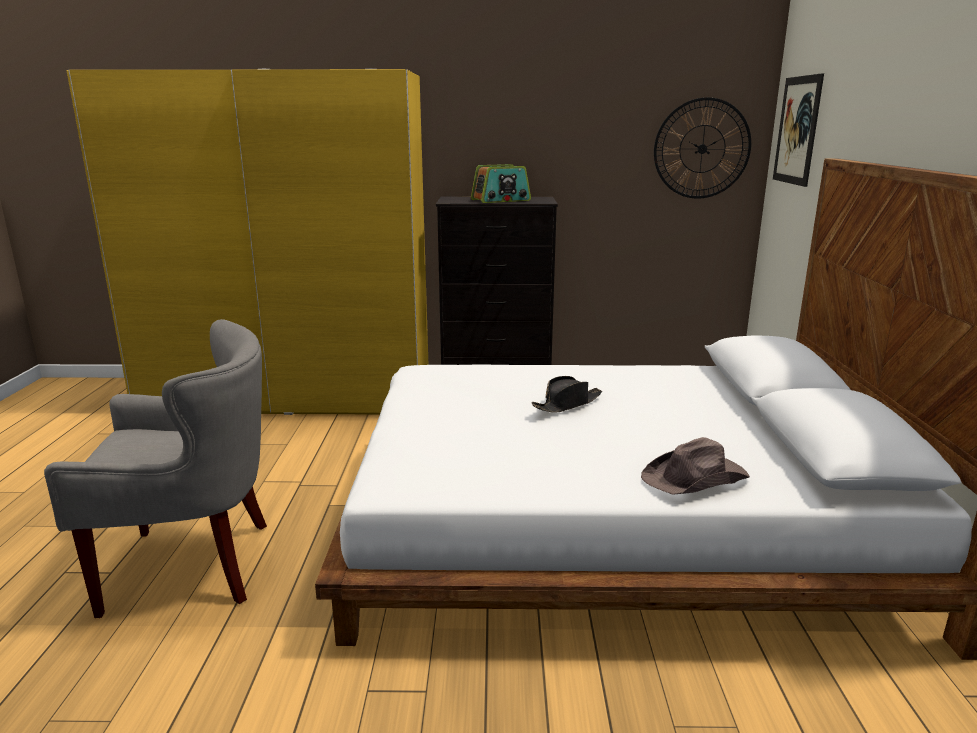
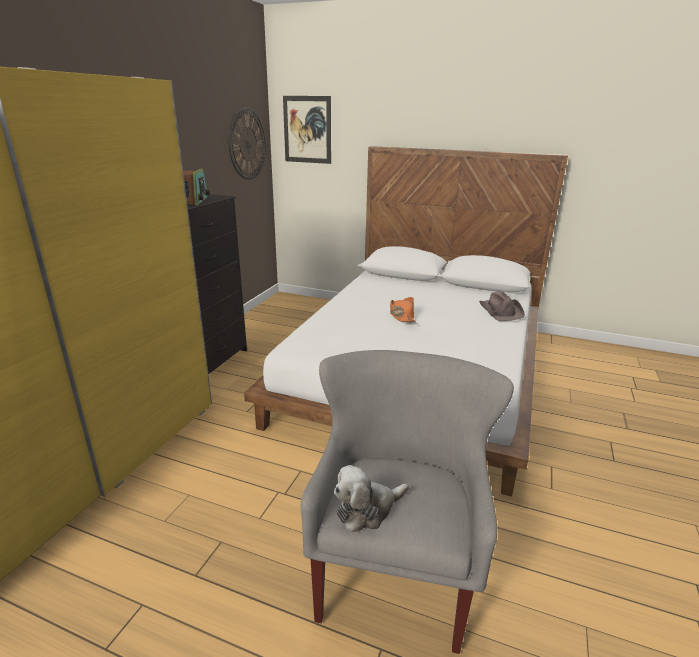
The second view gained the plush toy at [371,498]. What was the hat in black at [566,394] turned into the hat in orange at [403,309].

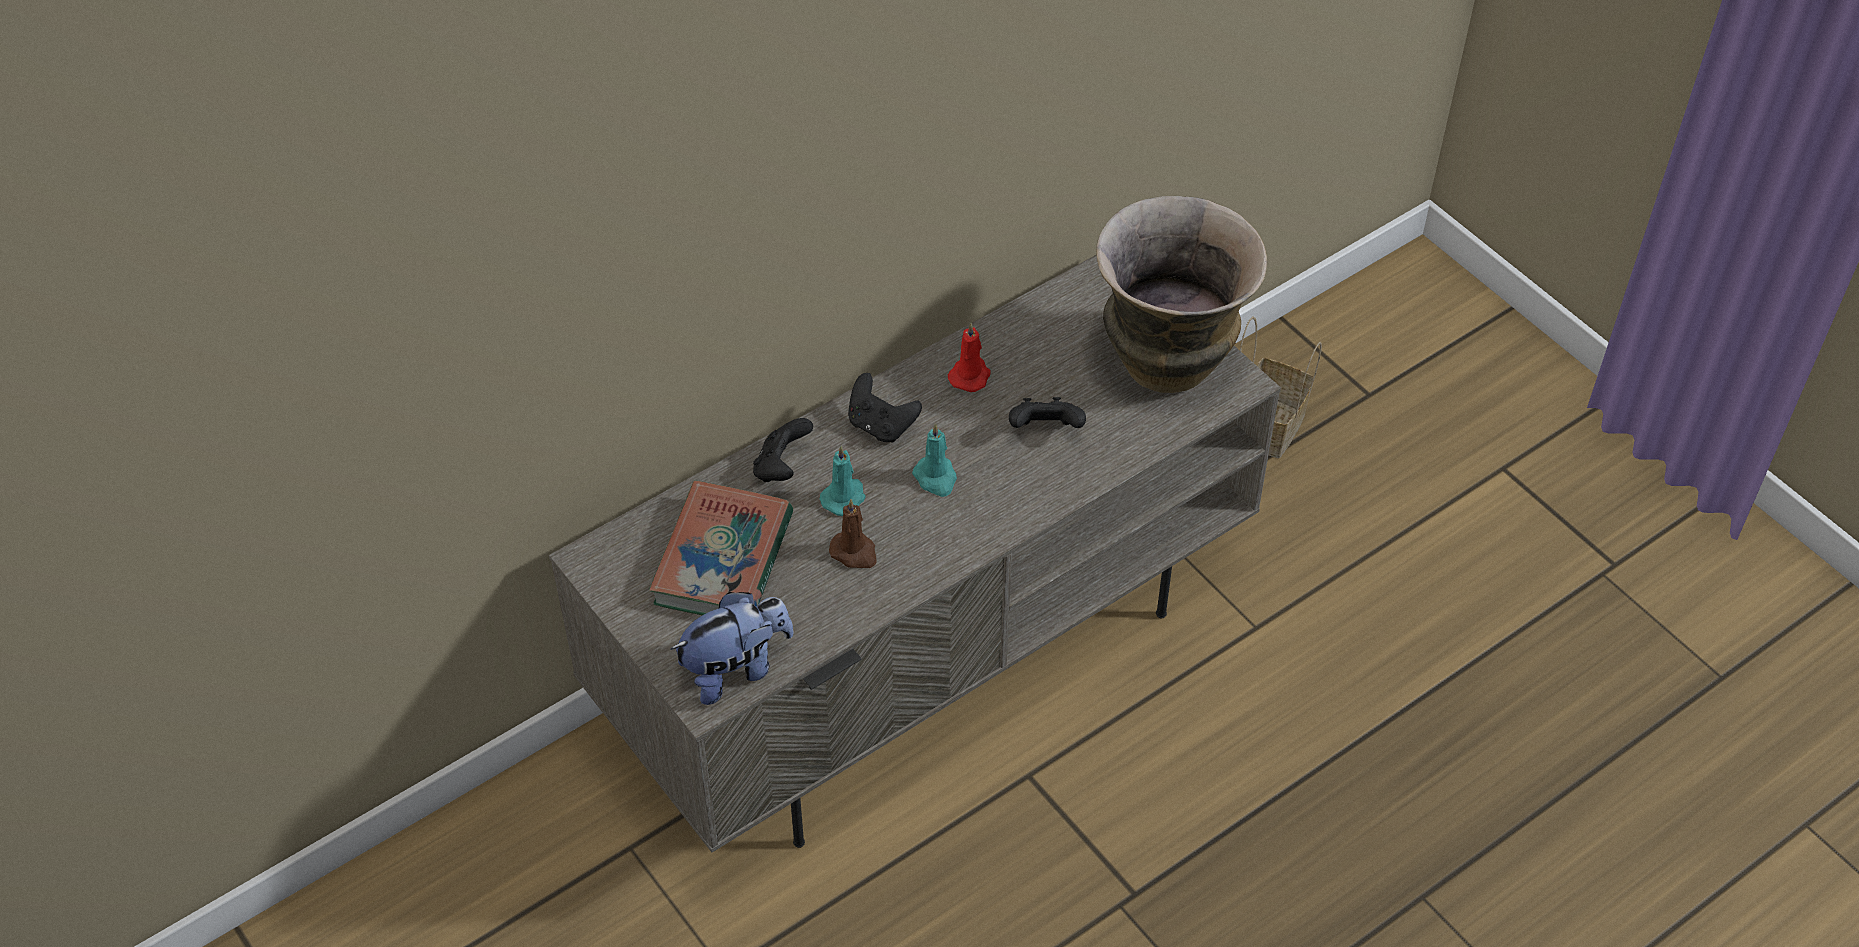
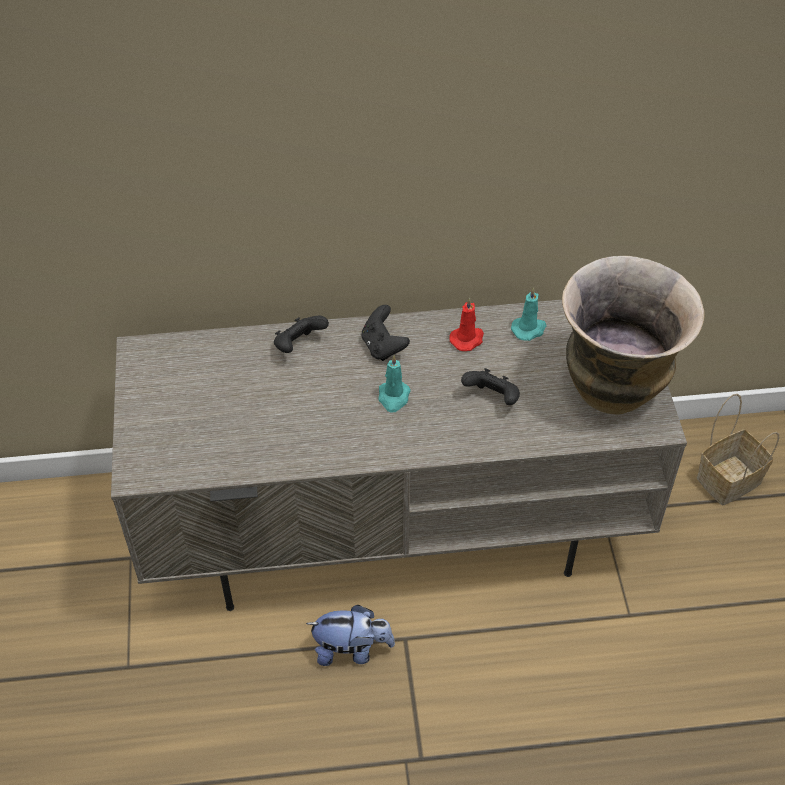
The second view lost the book at [721,548]. The second view lost the candle in brown at [853,533]. The plush toy ended up elsewhere, having gone from [732,648] to [350,635]. The candle in turquoise ended up elsewhere, having gone from [843,481] to [529,314].

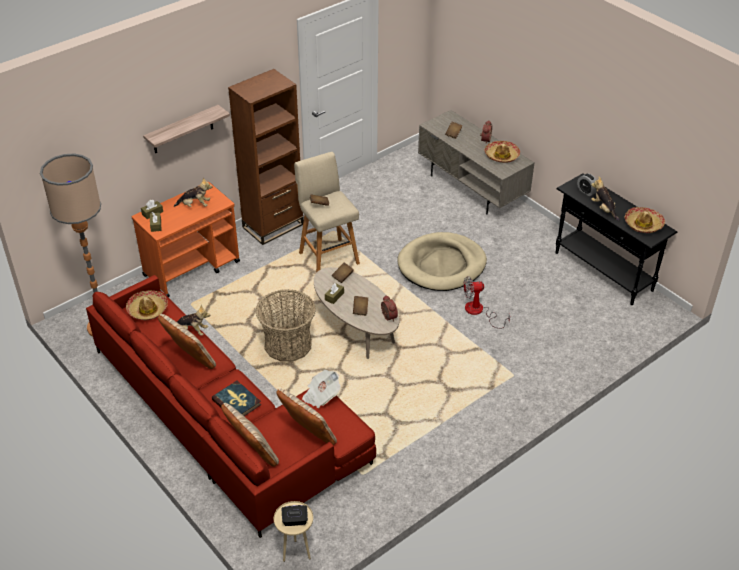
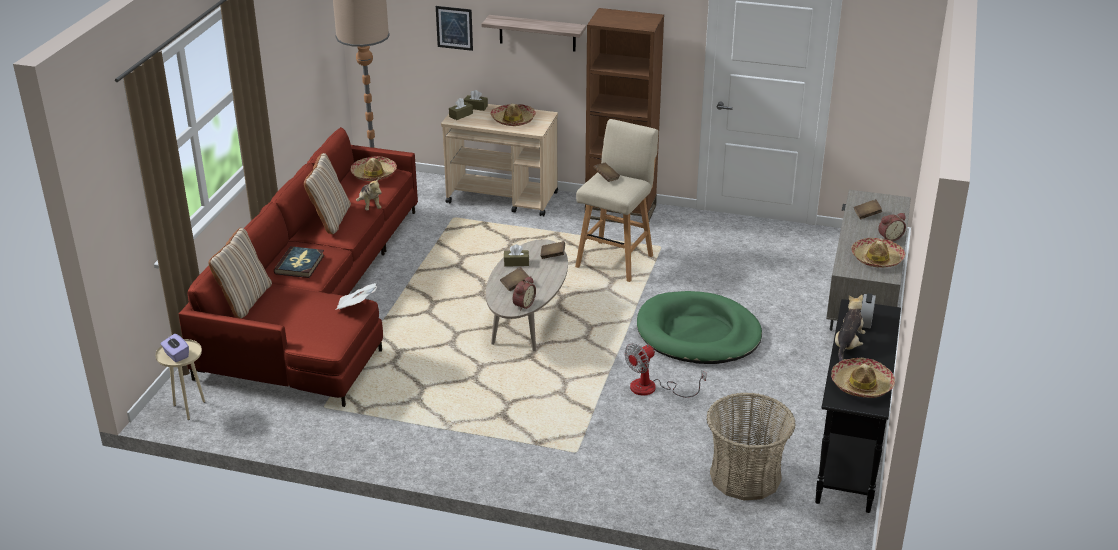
The second view lost the pillow in beige at [306,416]. The second view gained the picture at [454,28]. The basket ended up elsewhere, having gone from [286,325] to [751,446]. Where the plush toy stood at [193,192], the hat came to stand at [513,115]. What was the cart in orange at [186,239] turned into the cart in beige at [499,160]. What was the tissue box in black at [294,515] turned into the tissue box in purple at [174,348]. What was the dog bed in beige at [442,261] turned into the dog bed in green at [699,327]. The fan at [487,302] ended up facing another way, 90 degrees counterclockwise from before.

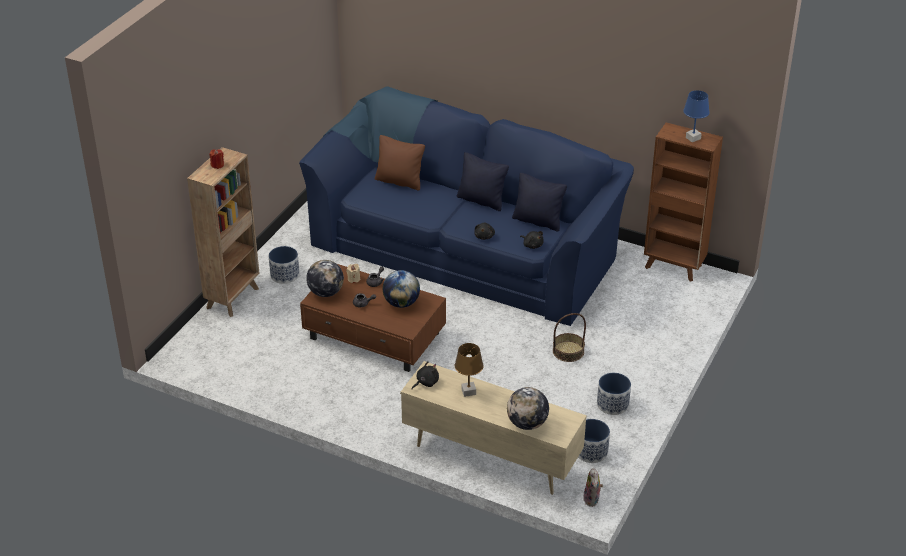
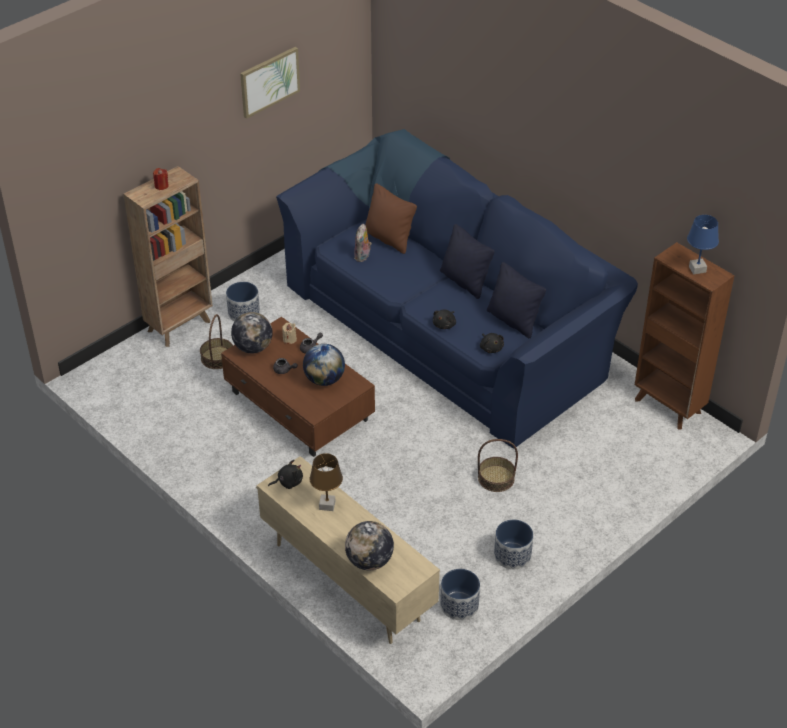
The second view gained the basket at [216,341]. The second view gained the picture at [270,83]. The plush toy ended up elsewhere, having gone from [593,487] to [363,243].

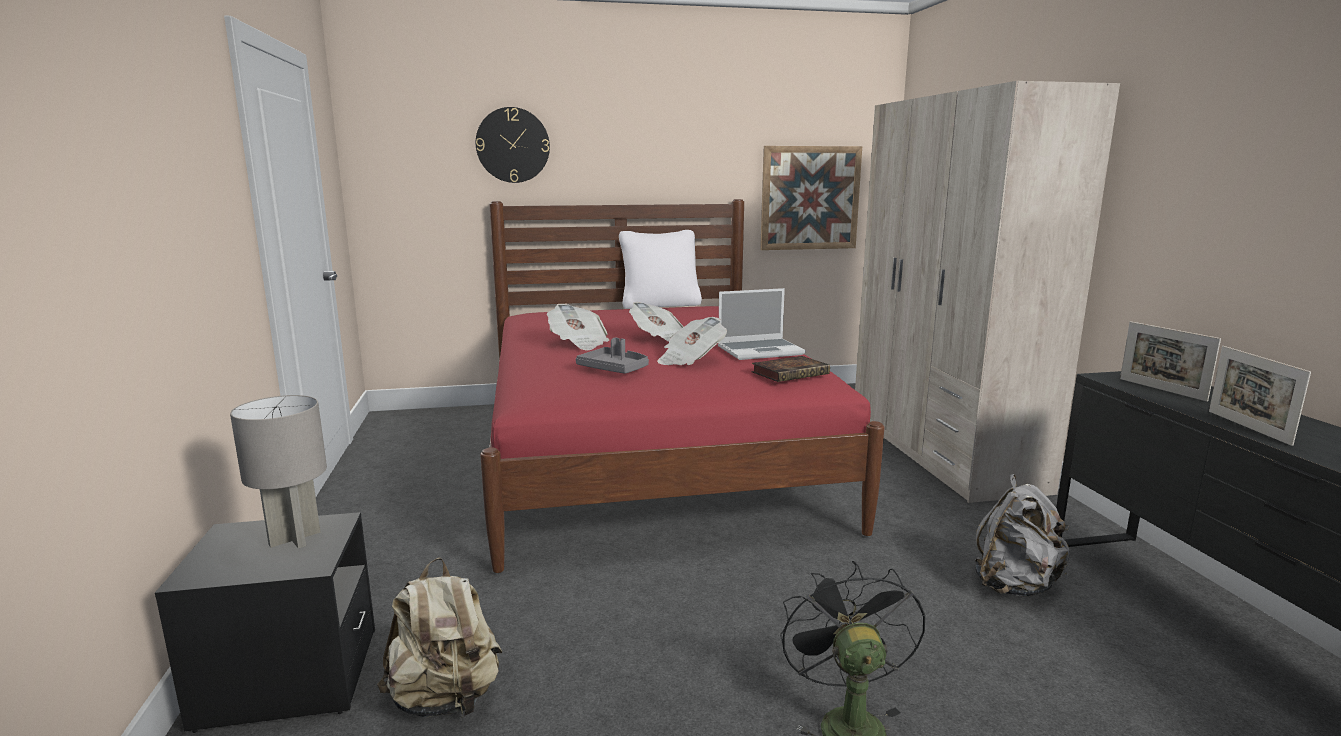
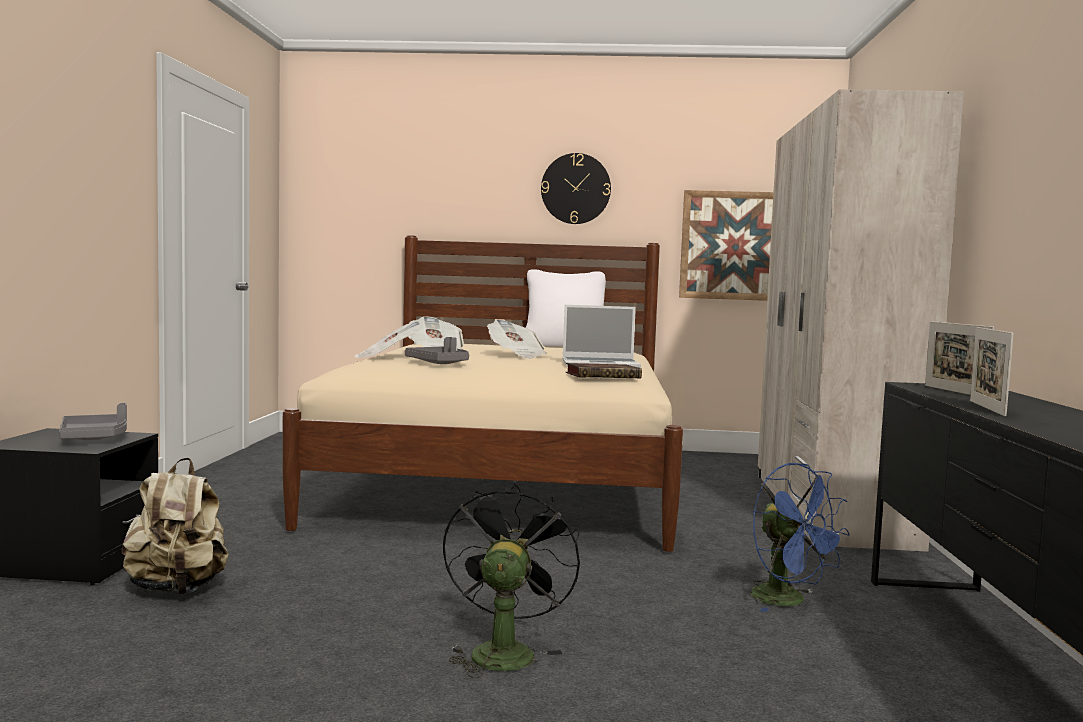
The wall clock ended up elsewhere, having gone from [513,145] to [576,188]. The newspaper ended up elsewhere, having gone from [692,341] to [388,339]. Where the table lamp in grey stood at [278,471], the tray in grey came to stand at [93,421]. Where the backpack in grey stood at [1022,535], the fan in blue came to stand at [800,537]. What was the bed in red at [682,386] turned into the bed in beige at [482,393].

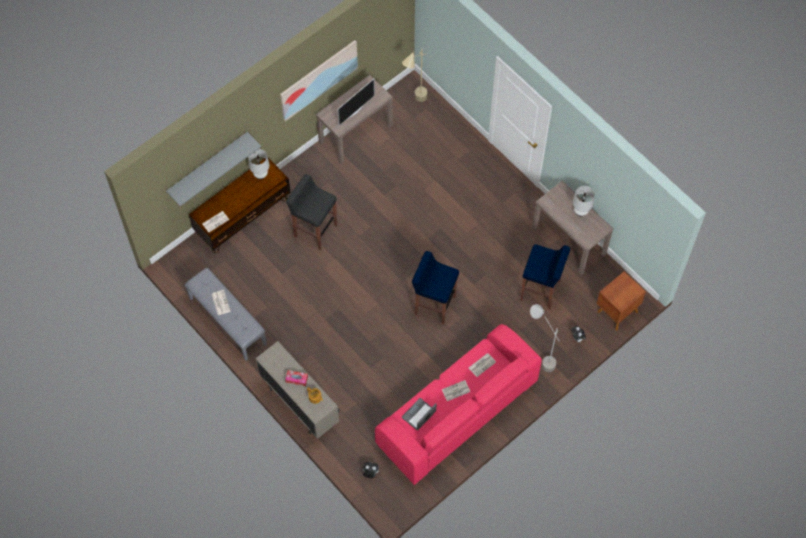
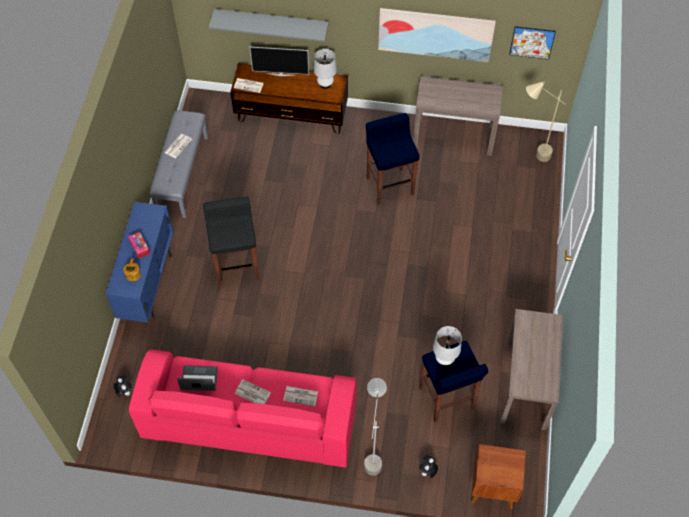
The second view gained the picture at [532,42]. The stool in black ended up elsewhere, having gone from [311,212] to [231,241]. The television ended up elsewhere, having gone from [356,102] to [279,61]. The stool in blue ended up elsewhere, having gone from [435,288] to [392,159]. The table lamp in white ended up elsewhere, having gone from [583,201] to [447,346]. What was the cabinet in beige at [297,390] turned into the cabinet in blue at [139,262].

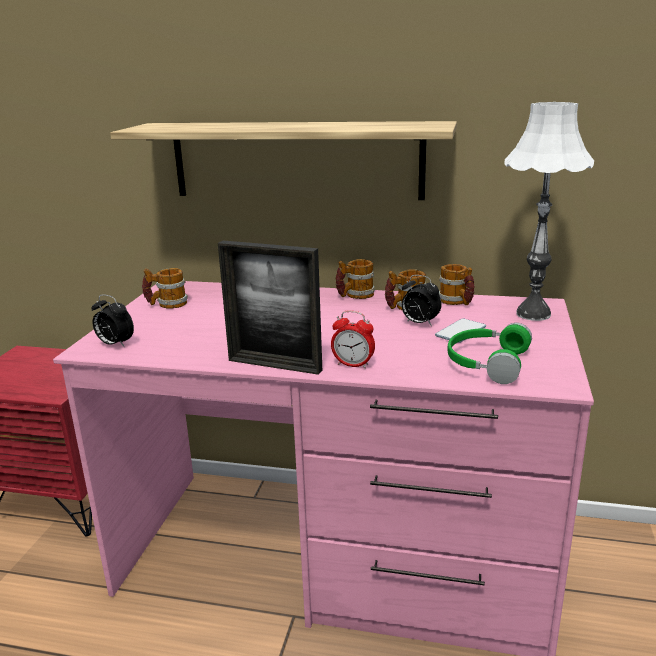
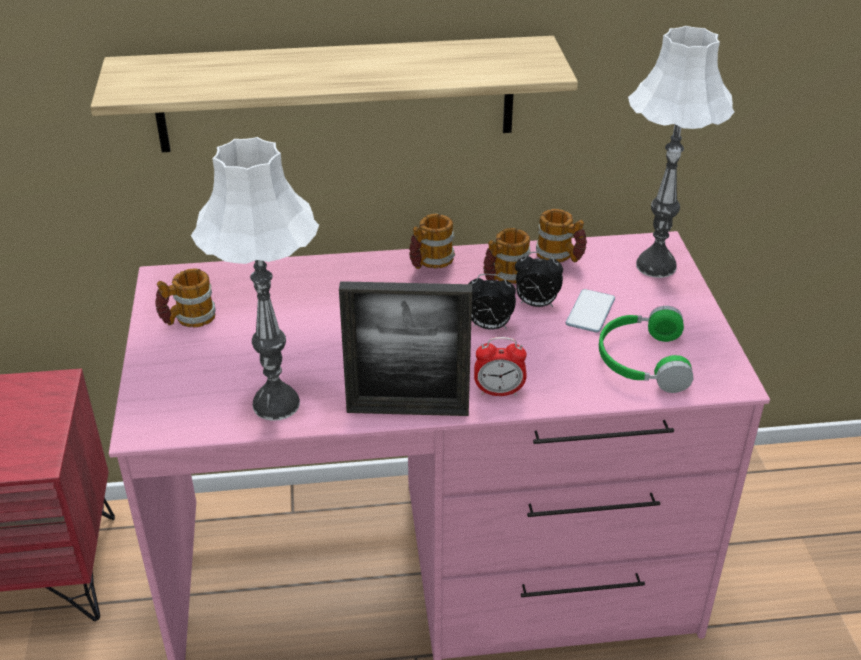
The second view gained the table lamp in white at [255,279]. The alarm clock ended up elsewhere, having gone from [112,321] to [492,302].

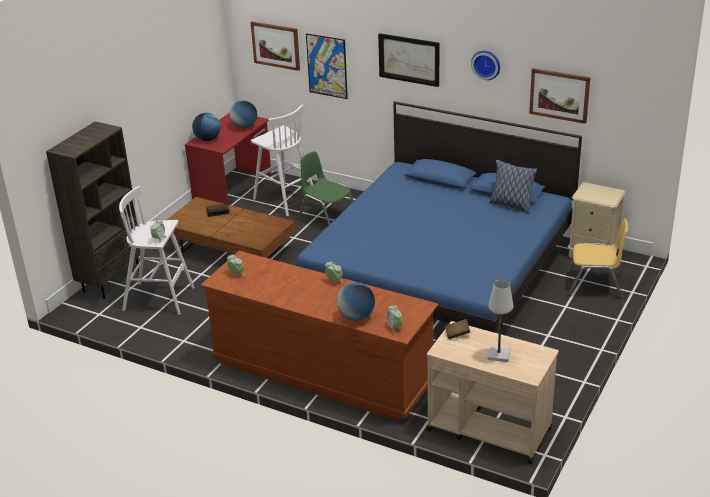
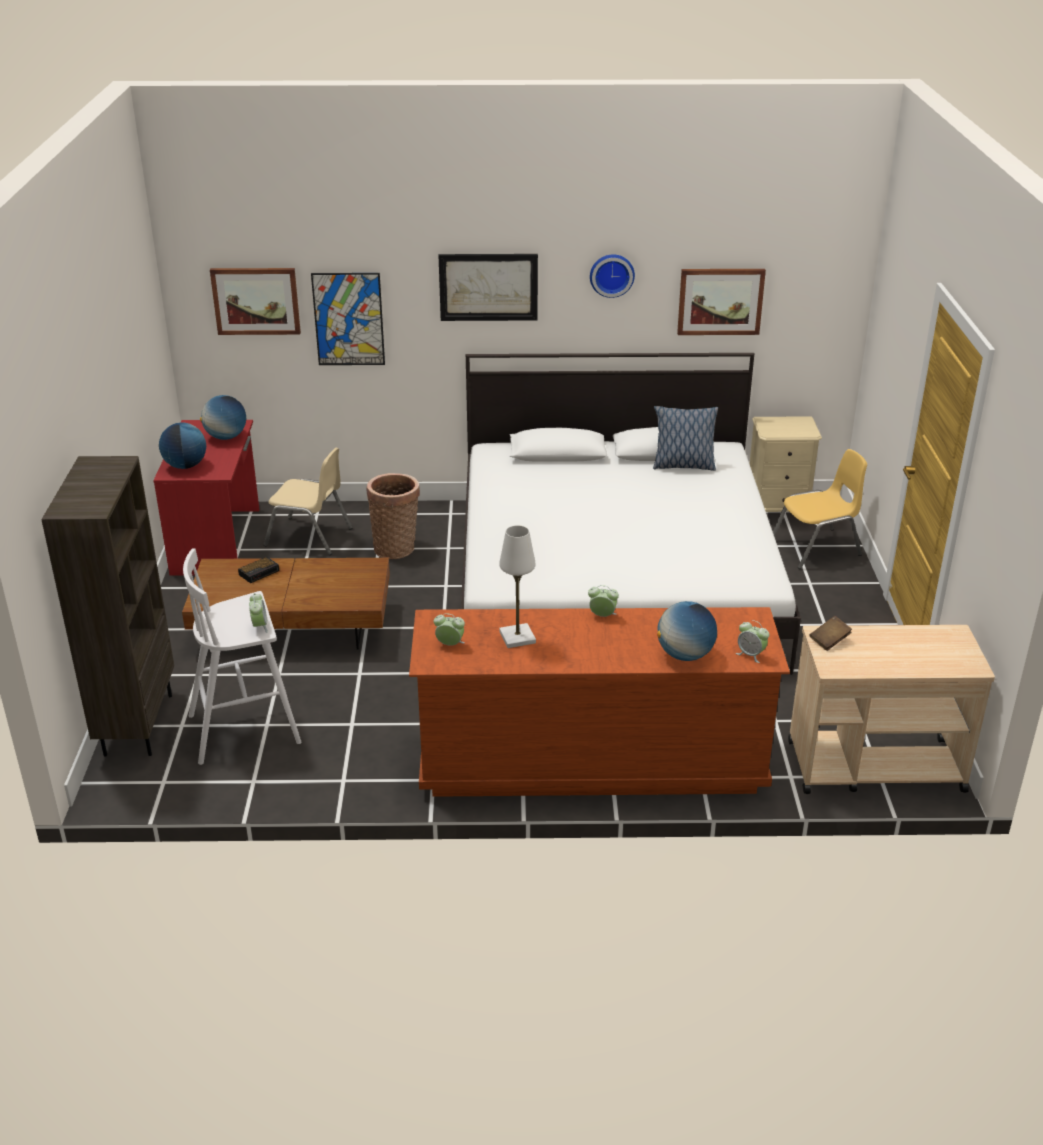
The table lamp in white ended up elsewhere, having gone from [500,321] to [517,586]. Where the stool in white stood at [282,160], the chair in beige came to stand at [308,501]. Where the chair in green stood at [326,188], the basket came to stand at [393,516]. What was the bed in blue at [438,217] turned into the bed in white at [631,514].

